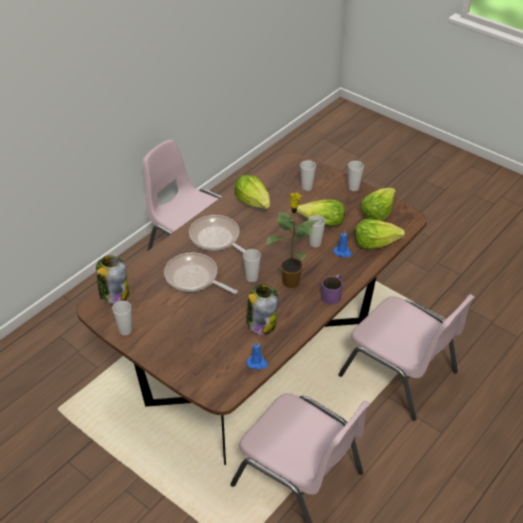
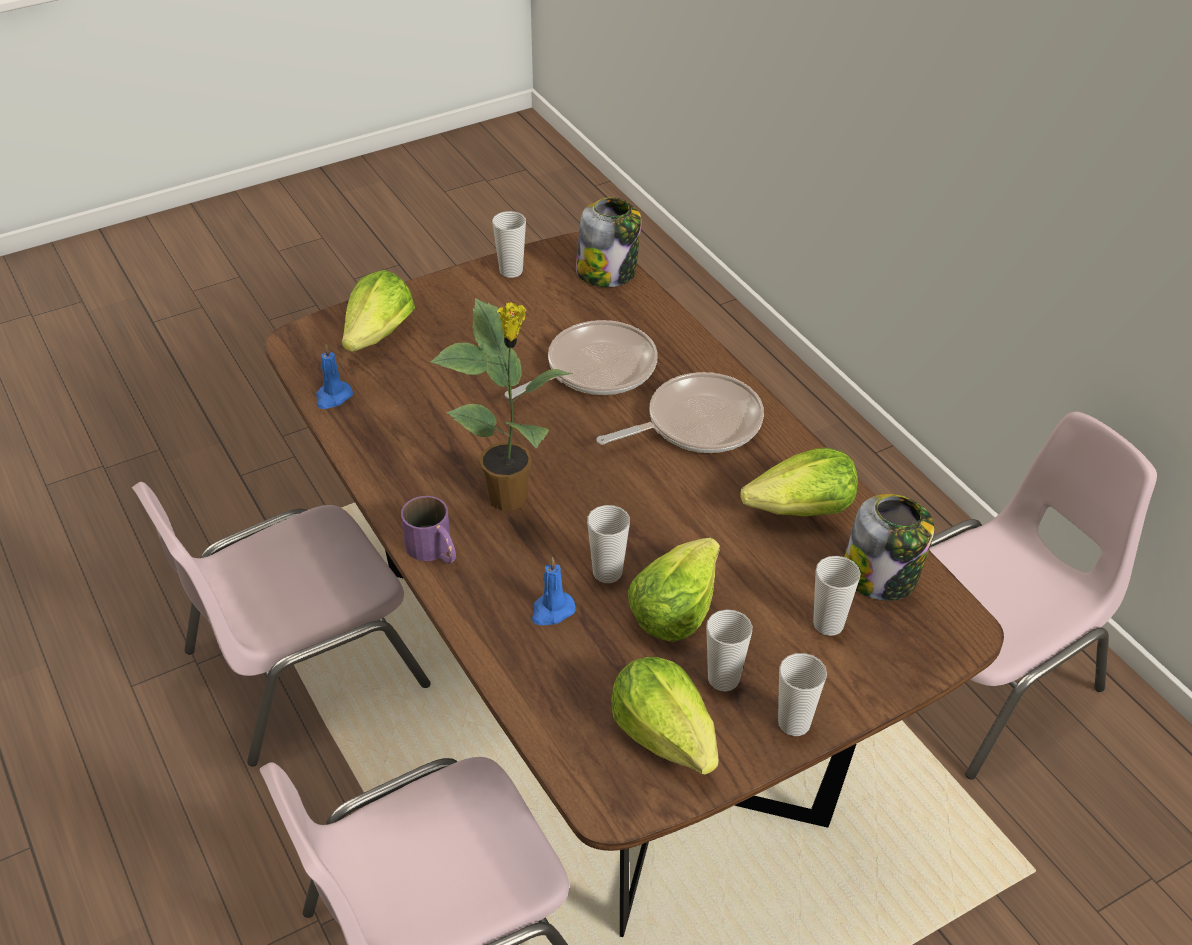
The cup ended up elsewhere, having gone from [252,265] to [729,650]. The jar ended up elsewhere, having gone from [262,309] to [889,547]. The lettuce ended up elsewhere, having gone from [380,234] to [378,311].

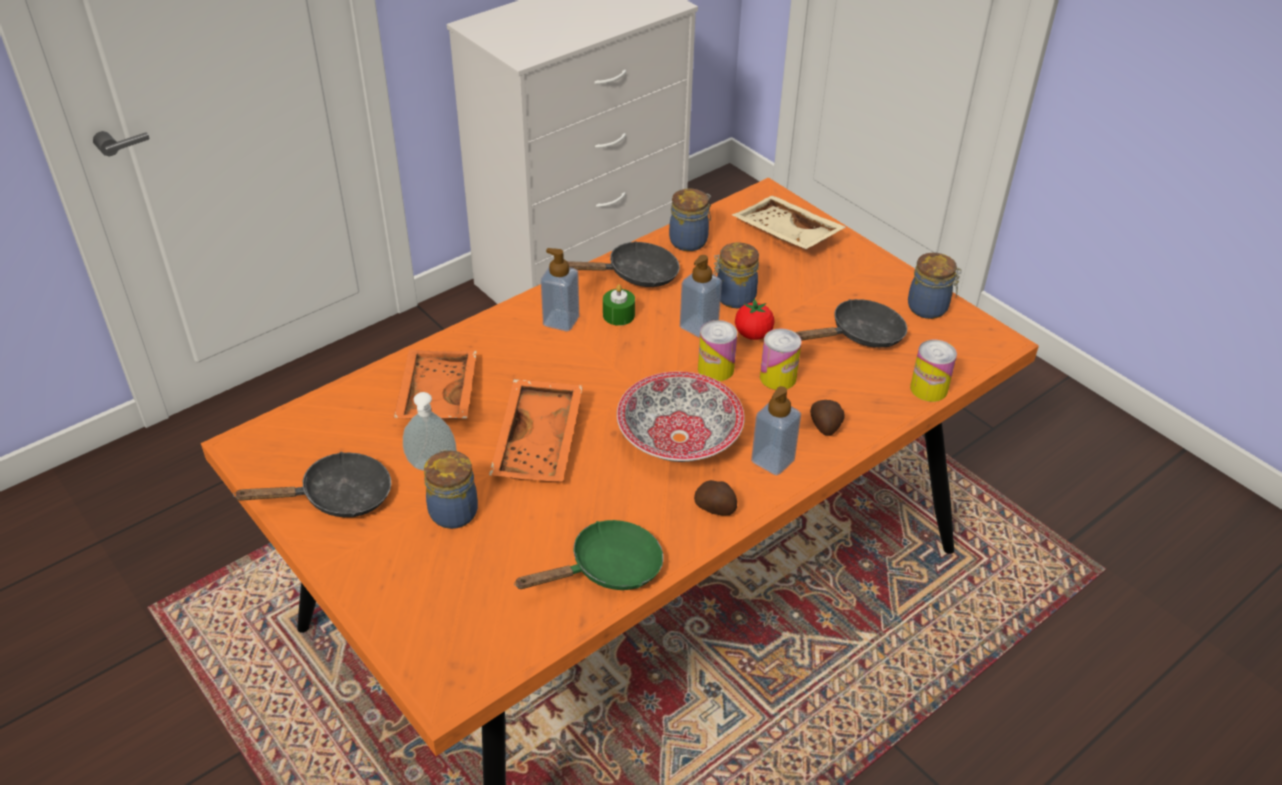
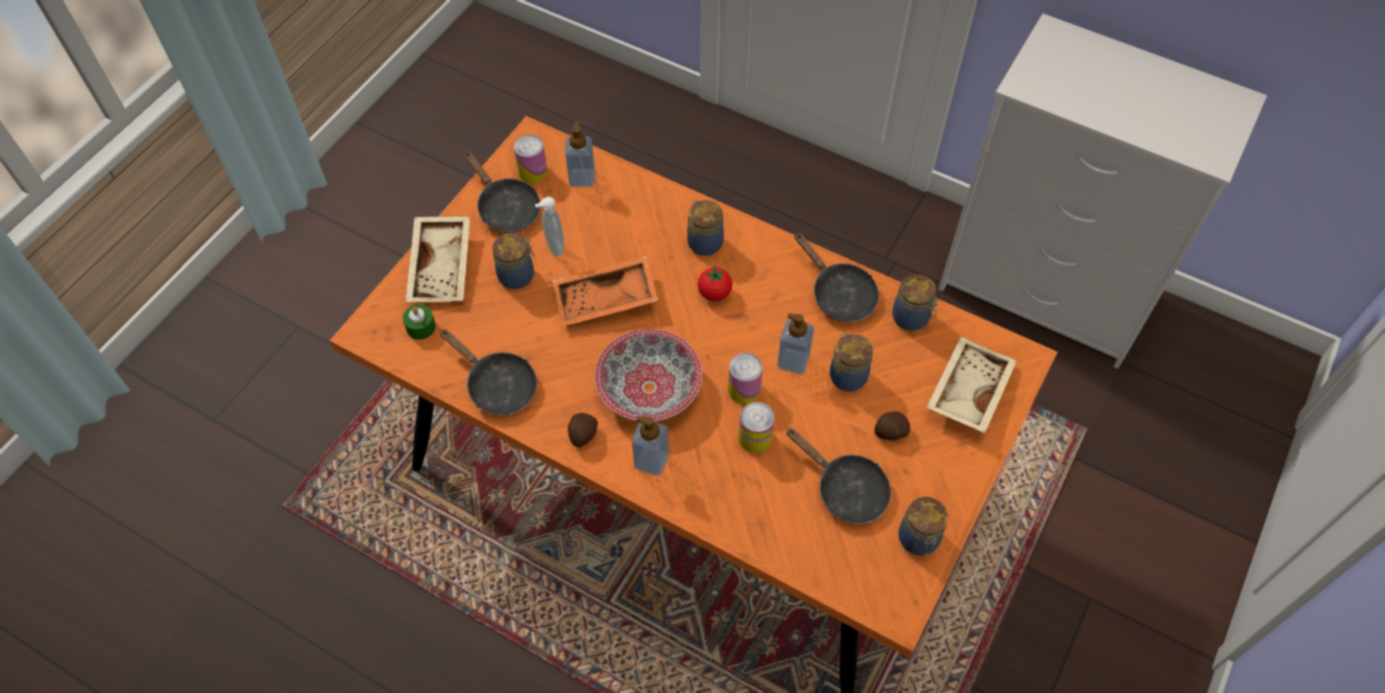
The second view lost the tray in orange at [435,384]. The second view gained the tray in beige at [437,259]. The second view gained the jar at [705,228]. The soap dispenser ended up elsewhere, having gone from [560,289] to [580,154]. The candle in green ended up elsewhere, having gone from [619,305] to [419,322]. The tomato ended up elsewhere, having gone from [754,319] to [715,283]. The potato ended up elsewhere, having gone from [827,418] to [892,425]. The can ended up elsewhere, having gone from [933,371] to [531,159]. What was the frying pan in green at [589,555] turned into the frying pan in black at [488,372].

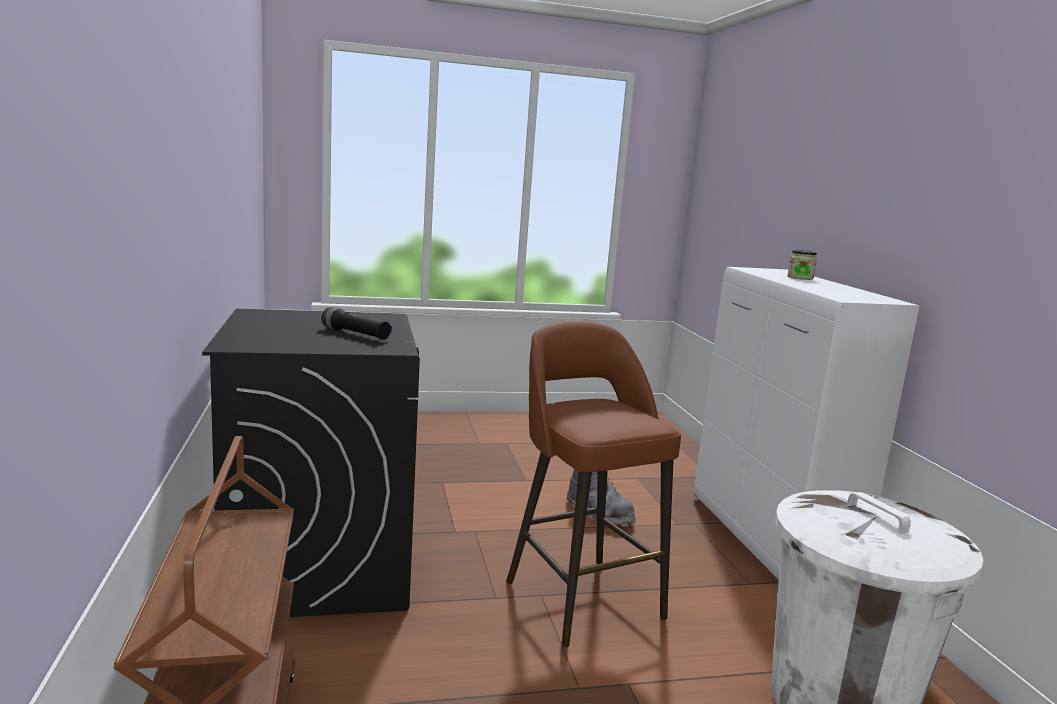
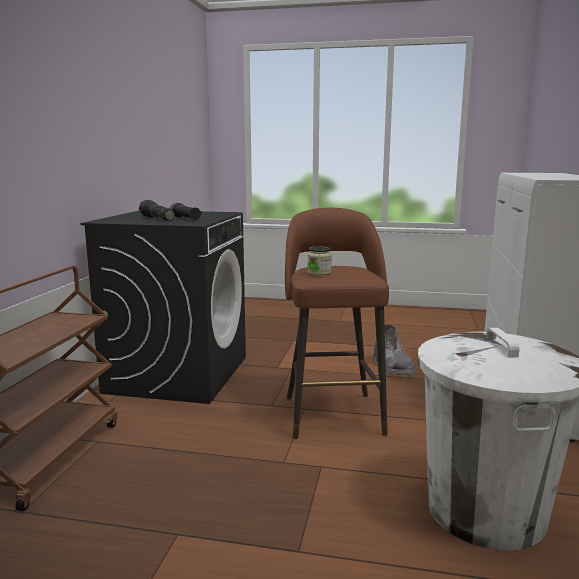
The second view gained the flashlight at [157,210]. The jar ended up elsewhere, having gone from [802,265] to [320,260].

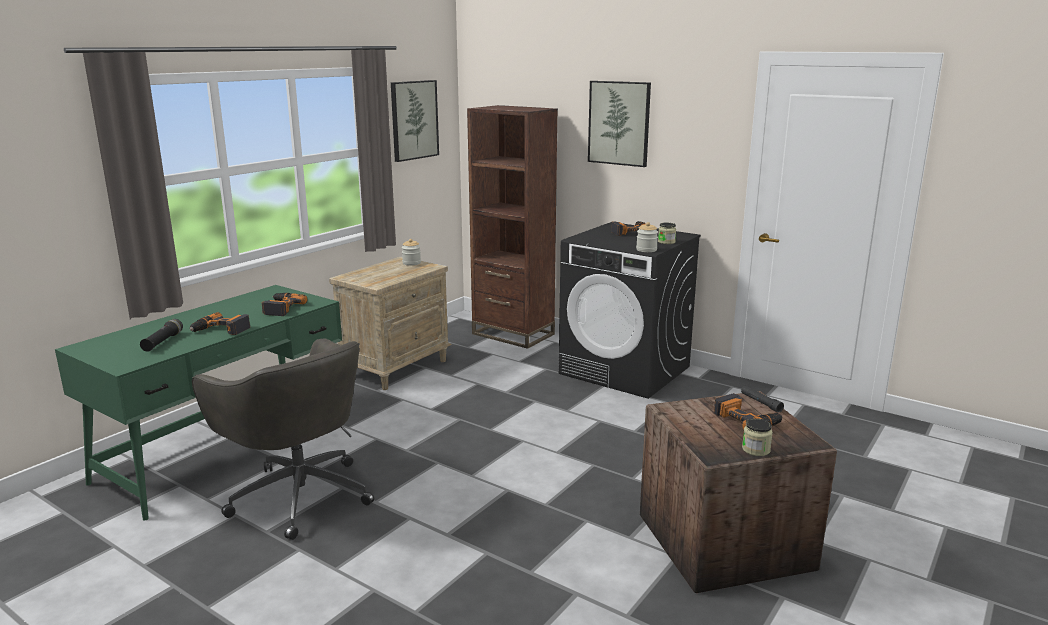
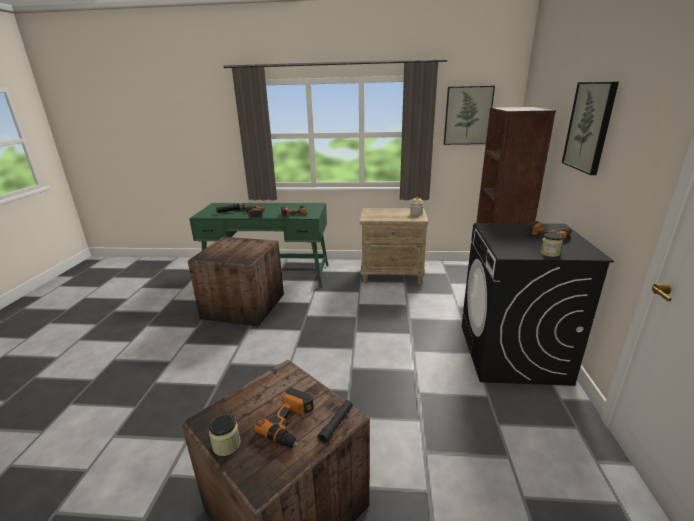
The second view lost the jar at [647,237]. Where the office chair in grey stood at [283,439], the crate came to stand at [236,281].

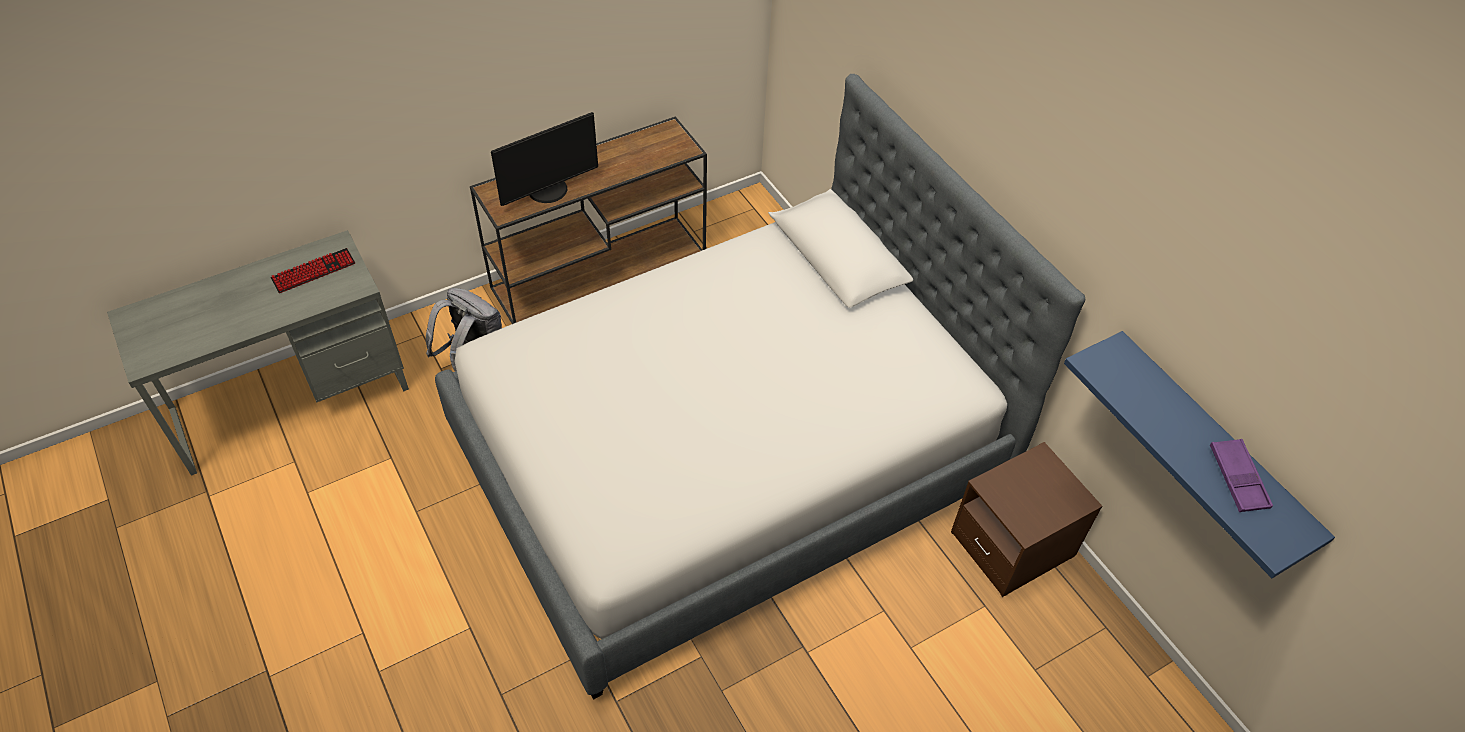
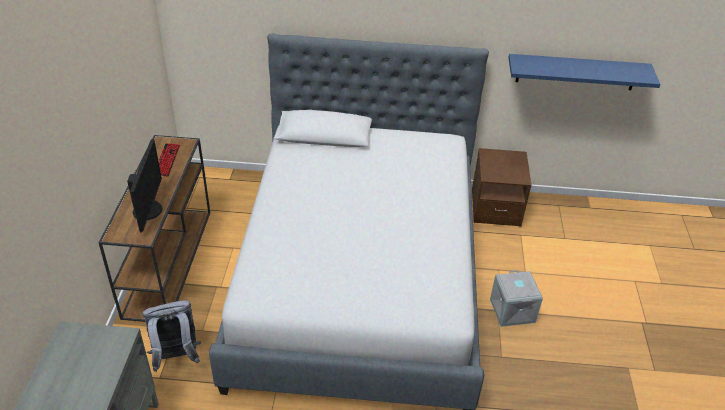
The second view lost the tray in purple at [1241,475]. The second view gained the storage box in grey at [516,298]. The keyboard ended up elsewhere, having gone from [313,270] to [169,160].

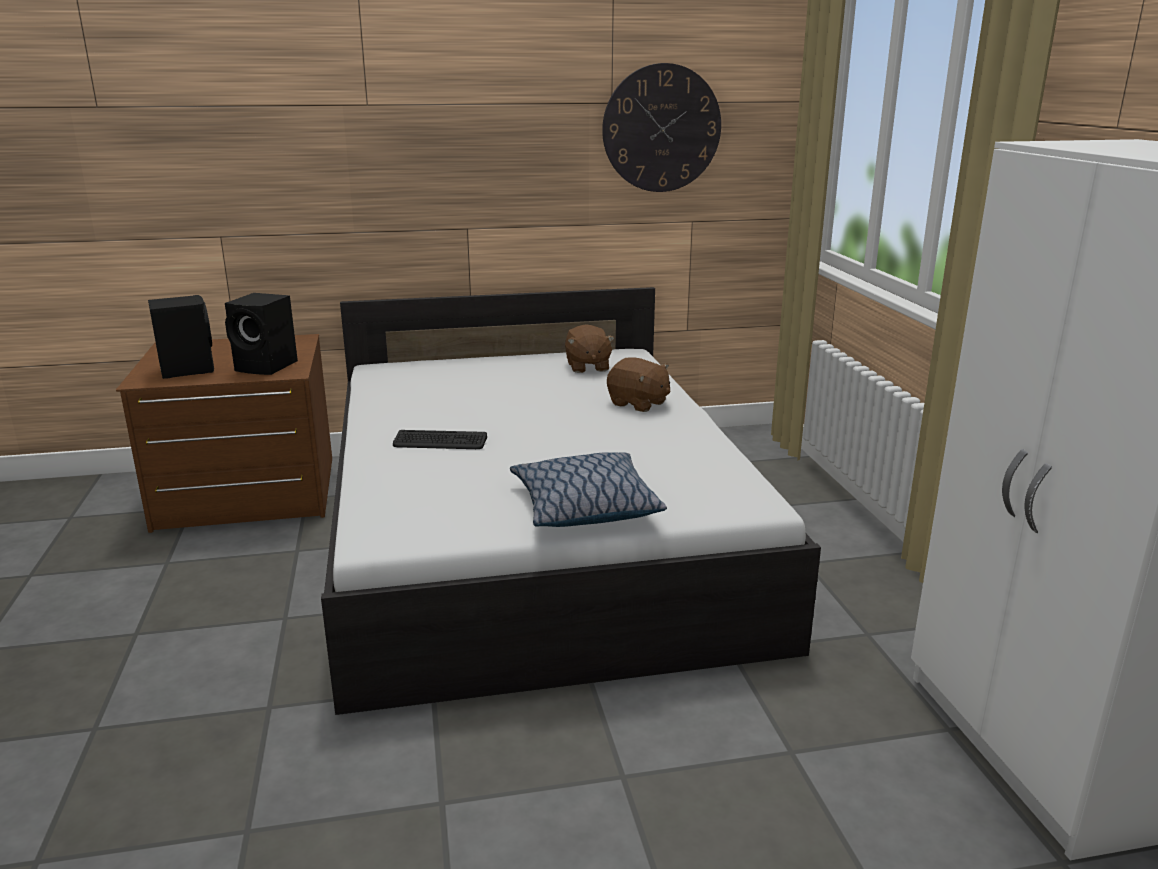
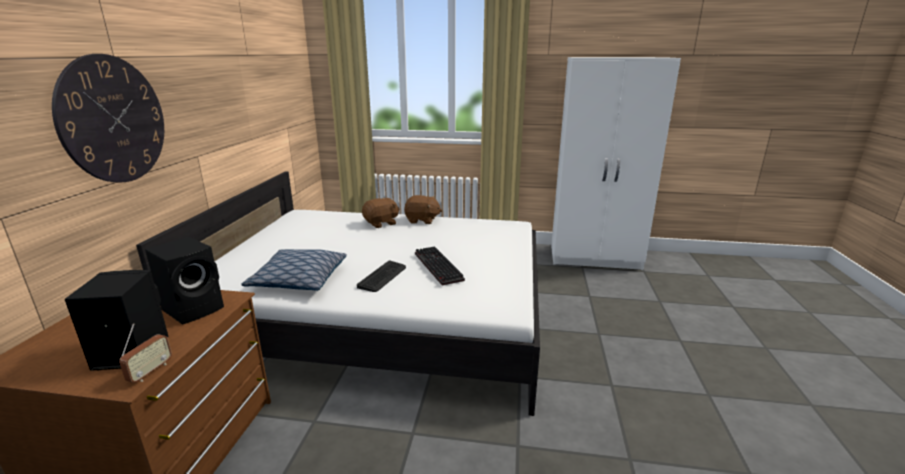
The second view gained the radio at [145,353]. The second view gained the keyboard at [440,265]. The pillow ended up elsewhere, having gone from [588,489] to [294,270]. The plush toy in brown ended up elsewhere, having gone from [590,348] to [423,209]. The wall clock ended up elsewhere, having gone from [661,127] to [108,118].

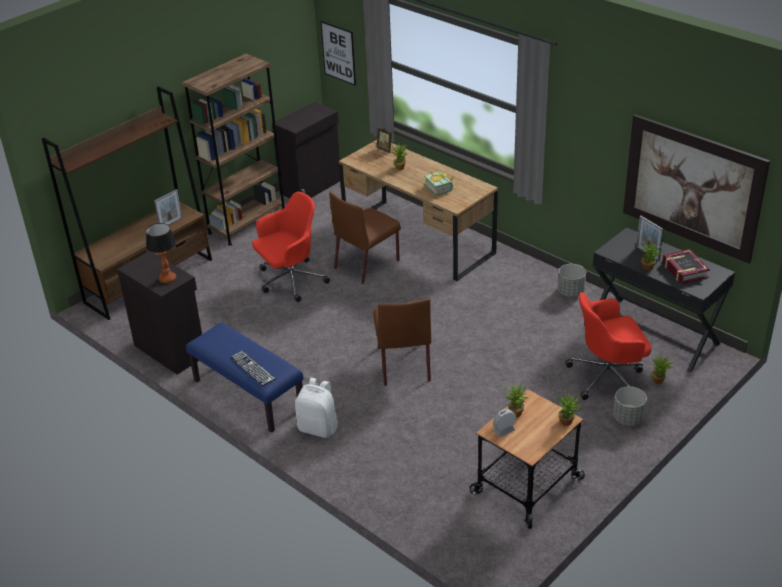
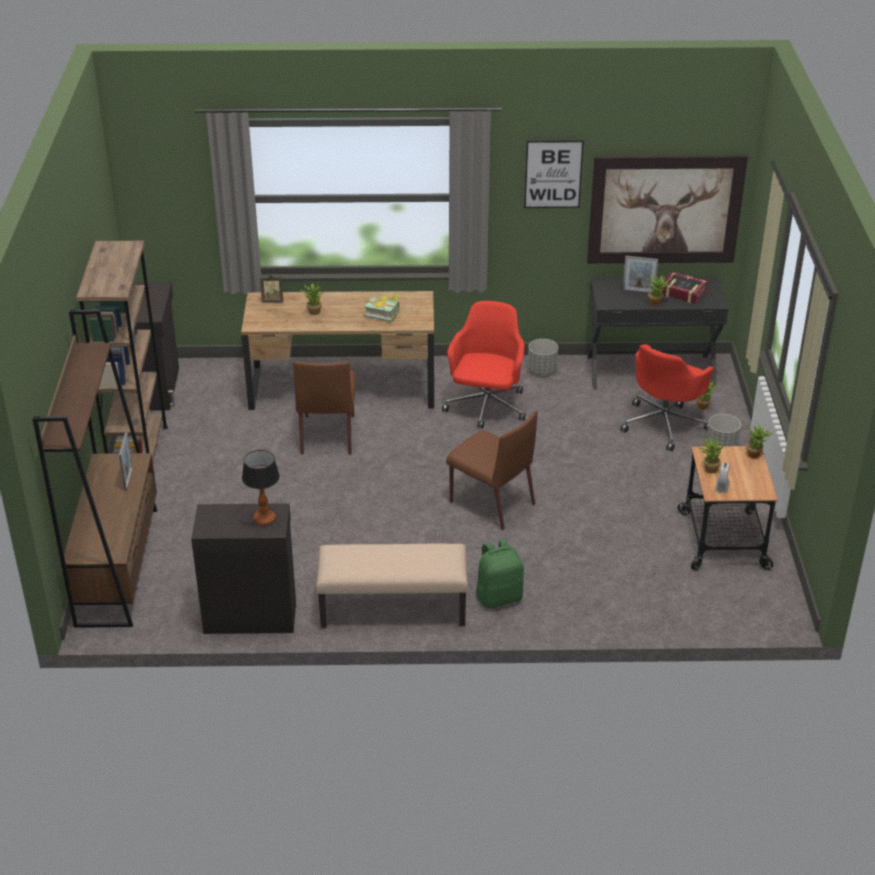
The second view lost the keyboard at [253,368]. The office chair in red ended up elsewhere, having gone from [291,247] to [484,364]. The picture ended up elsewhere, having gone from [338,53] to [554,174]. What was the bench in blue at [245,377] turned into the bench in beige at [392,586]. What was the backpack in white at [316,408] turned into the backpack in green at [500,574].

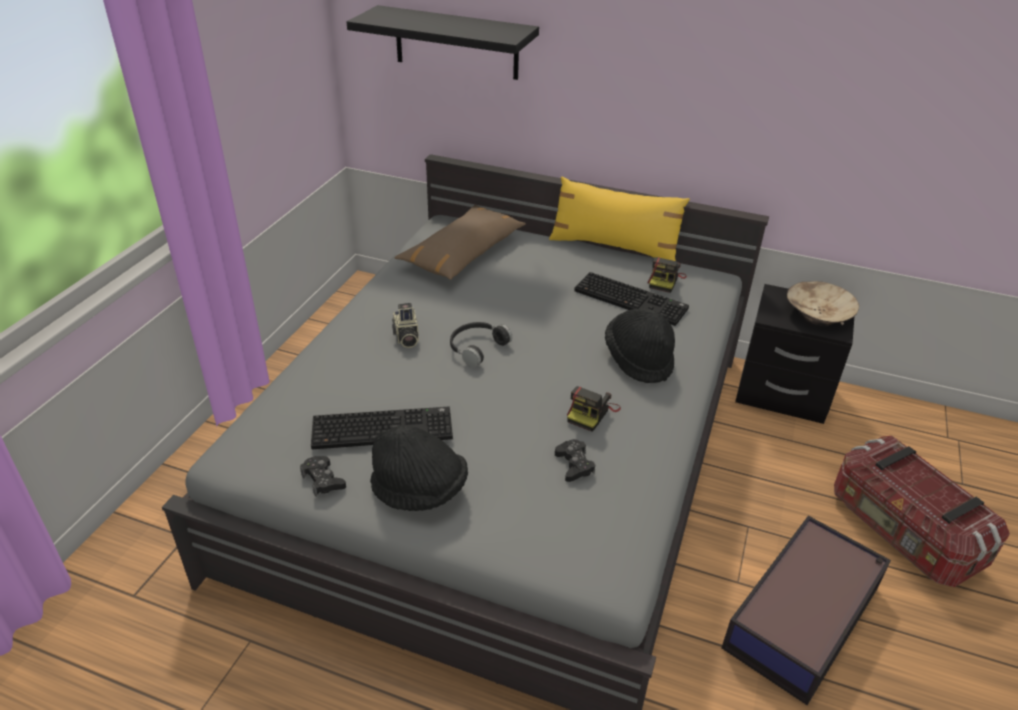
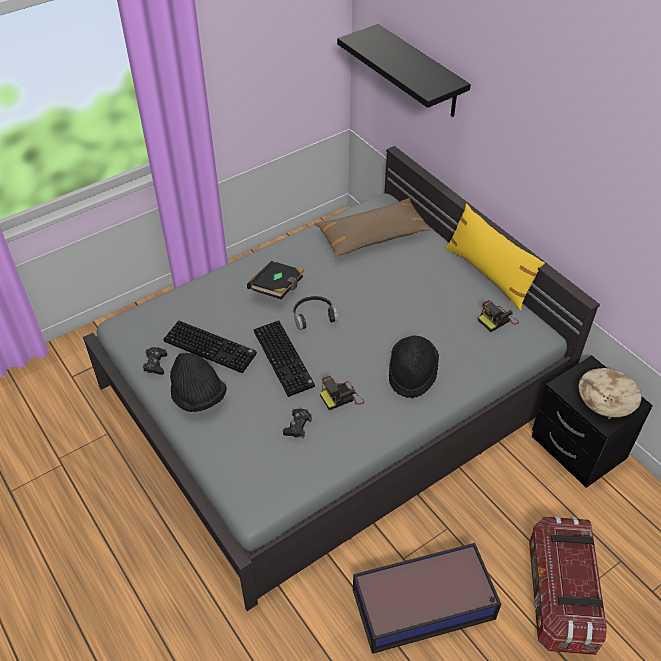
The keyboard ended up elsewhere, having gone from [631,299] to [284,358]. Where the photo camera stood at [405,325], the book in black came to stand at [275,280].

